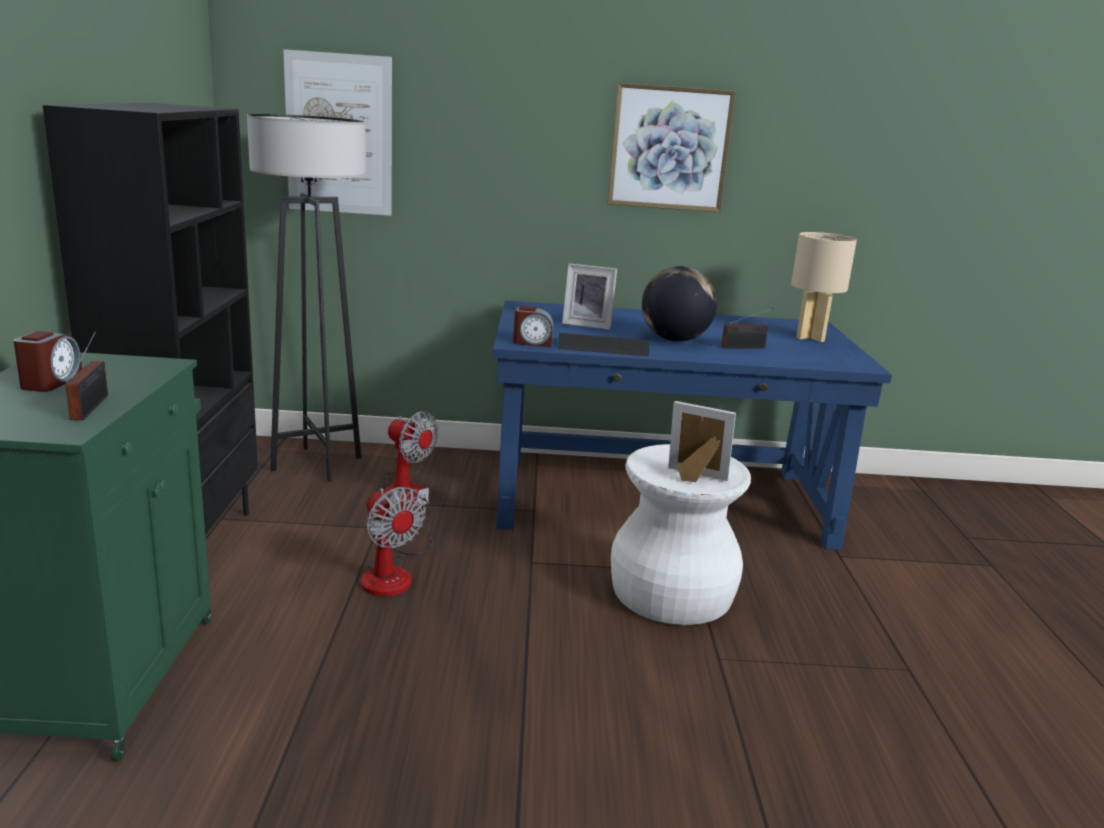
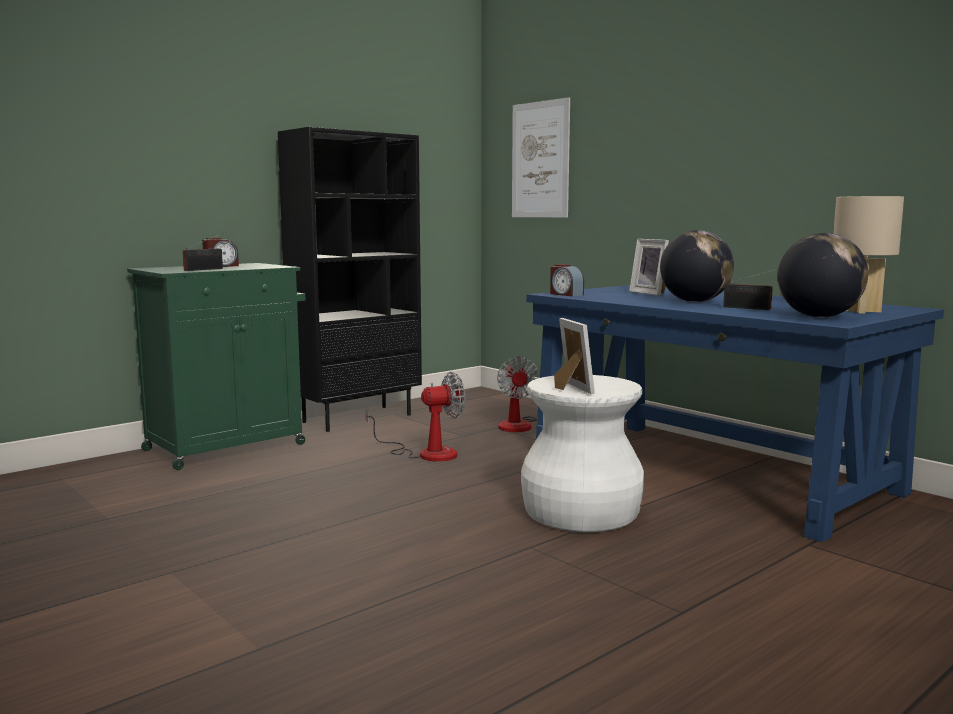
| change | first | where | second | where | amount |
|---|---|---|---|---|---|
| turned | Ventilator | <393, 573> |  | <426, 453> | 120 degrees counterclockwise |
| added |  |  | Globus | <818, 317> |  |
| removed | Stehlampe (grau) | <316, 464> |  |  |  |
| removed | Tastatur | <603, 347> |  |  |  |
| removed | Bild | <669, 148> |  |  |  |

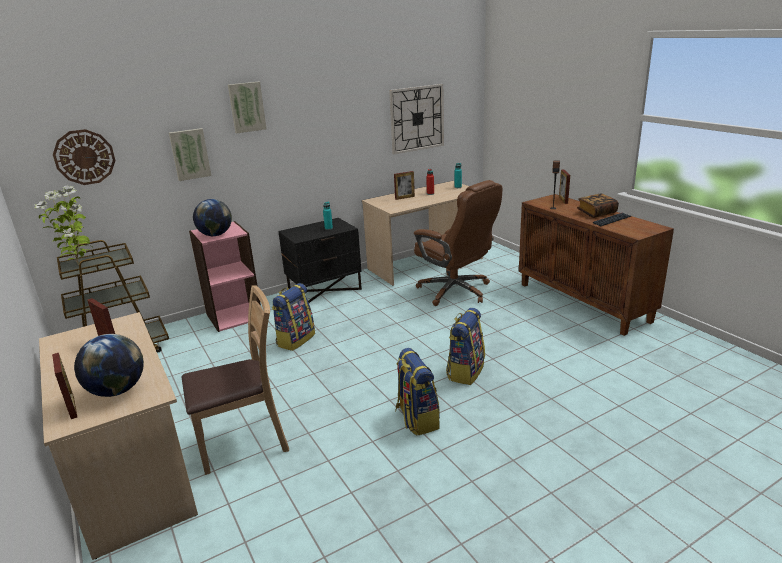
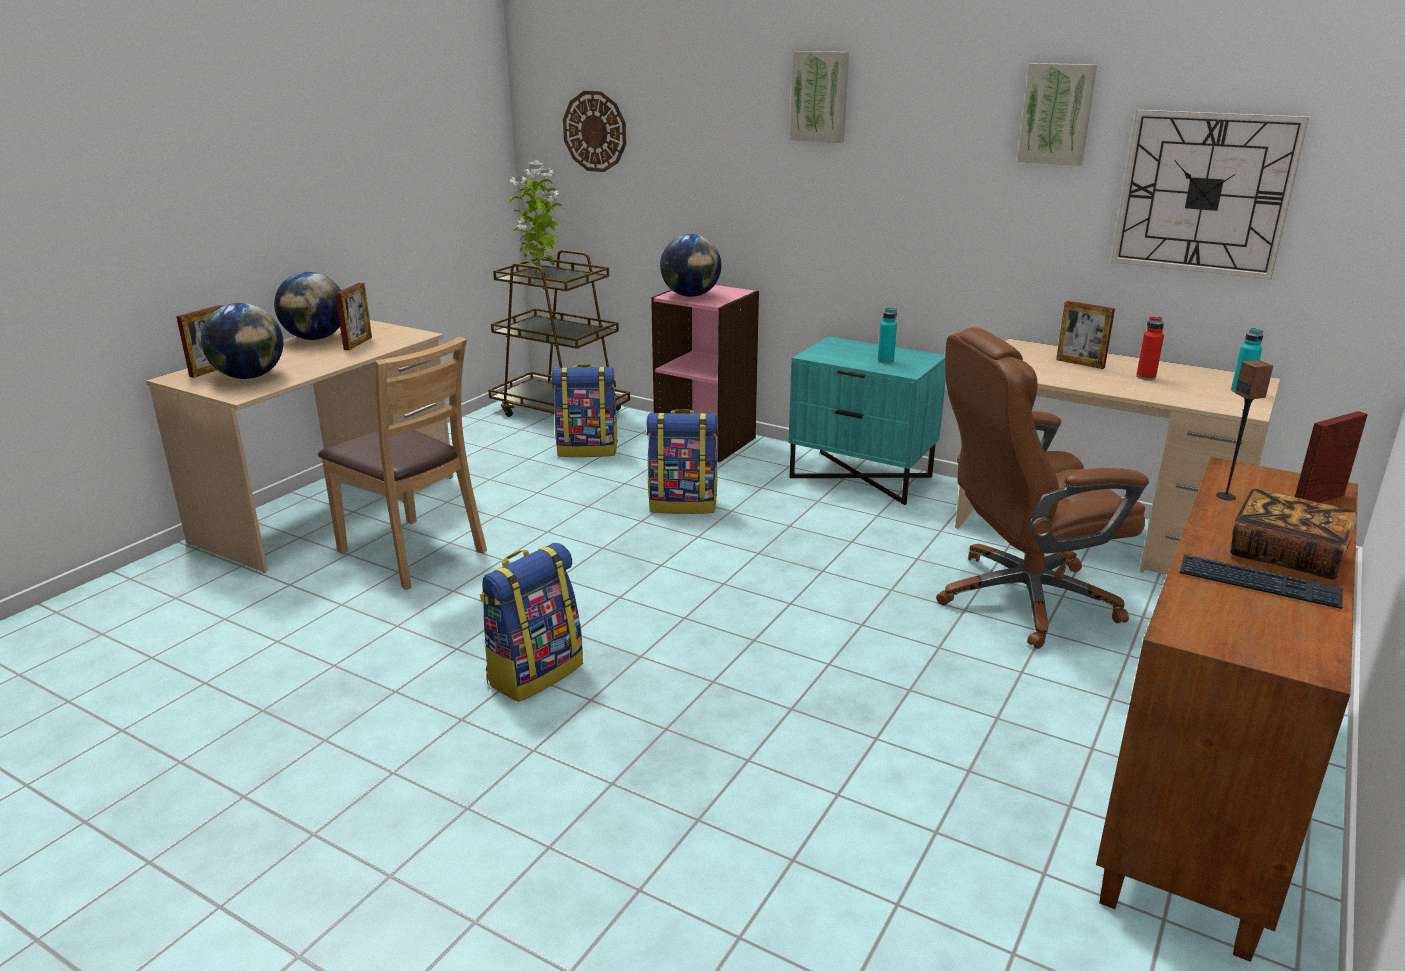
| change | first | where | second | where | amount |
|---|---|---|---|---|---|
| added |  |  | Globus | <316, 338> |  |
| moved | Rucksack | <465, 371> |  | <587, 450> |  |
| recoloured | Nachttisch (schwarz) | <325, 290> | Nachttisch (türkis) | <862, 476> |  |
| turned | Bürostuhl (braun) | <456, 291> |  | <1022, 599> | 60 degrees clockwise |
| moved | Bild | <190, 154> |  | <1057, 114> |  |

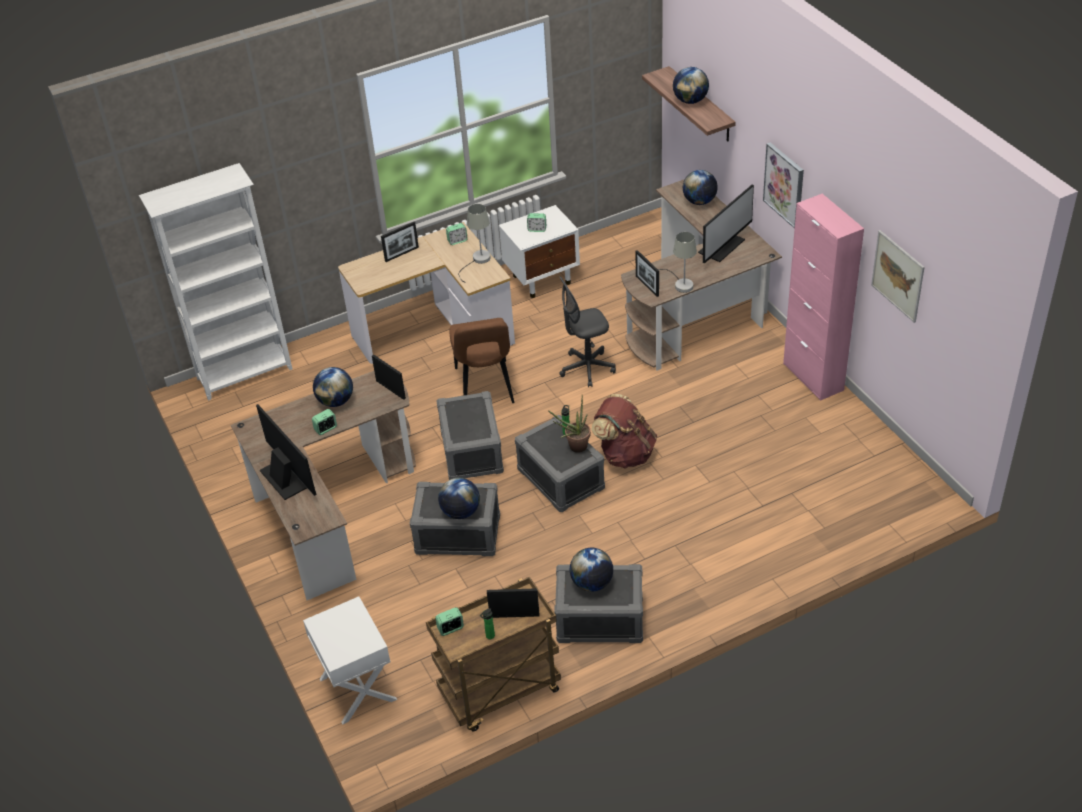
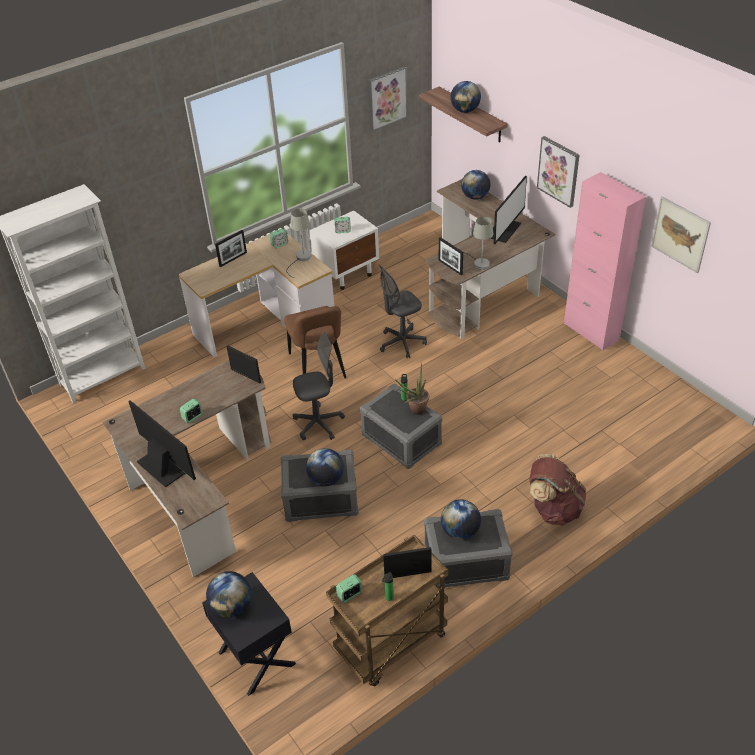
| change | first | where | second | where | amount |
|---|---|---|---|---|---|
| recoloured | Nachttisch (weiß) | <357, 689> | Nachttisch (schwarz) | <256, 658> |  |
| moved | Globus | <336, 401> |  | <232, 606> |  |
| replaced | Aufbewahrungsbox (grau) | <472, 452> | Bürostuhl (grau) | <318, 424> |  |
| added |  |  | Bild | <387, 98> |  |
| moved | Rucksack (braun) | <625, 454> |  | <553, 508> |  |

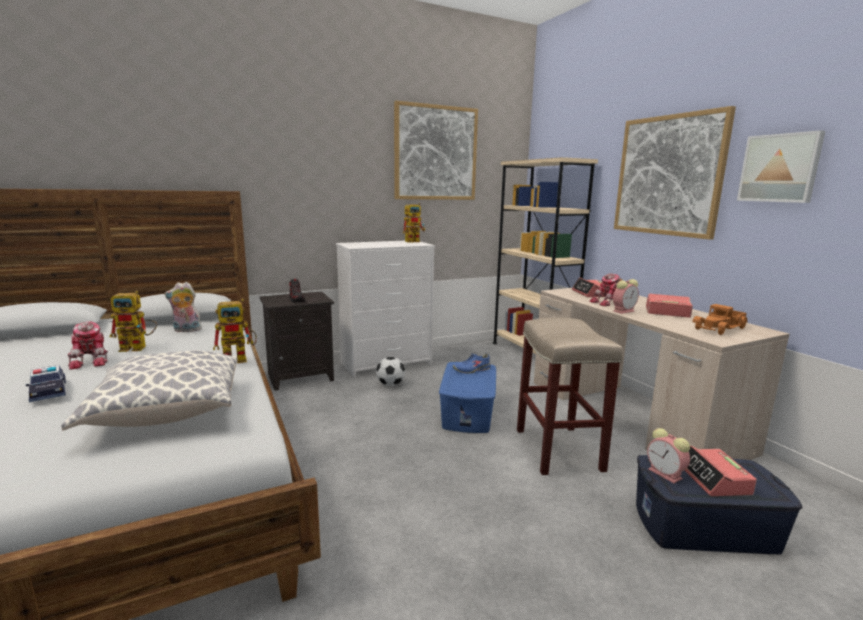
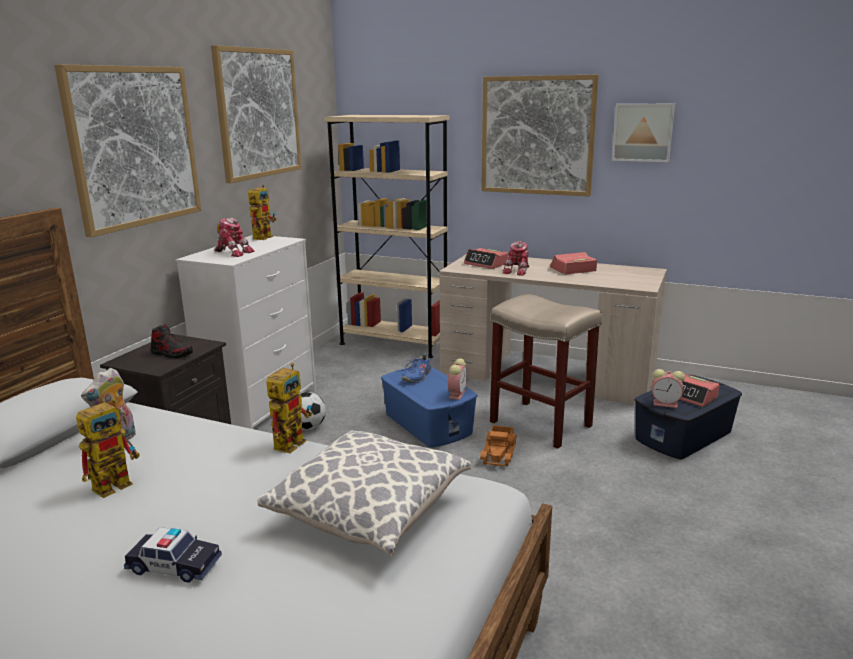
| change | first | where | second | where | amount |
|---|---|---|---|---|---|
| added |  |  | Bild | <134, 147> |  |
| moved | Spielzeugroboter | <93, 360> |  | <233, 252> |  |
| moved | Wecker | <624, 311> |  | <457, 394> |  |
| moved | Spielzeuglaster | <720, 328> |  | <500, 453> |  |

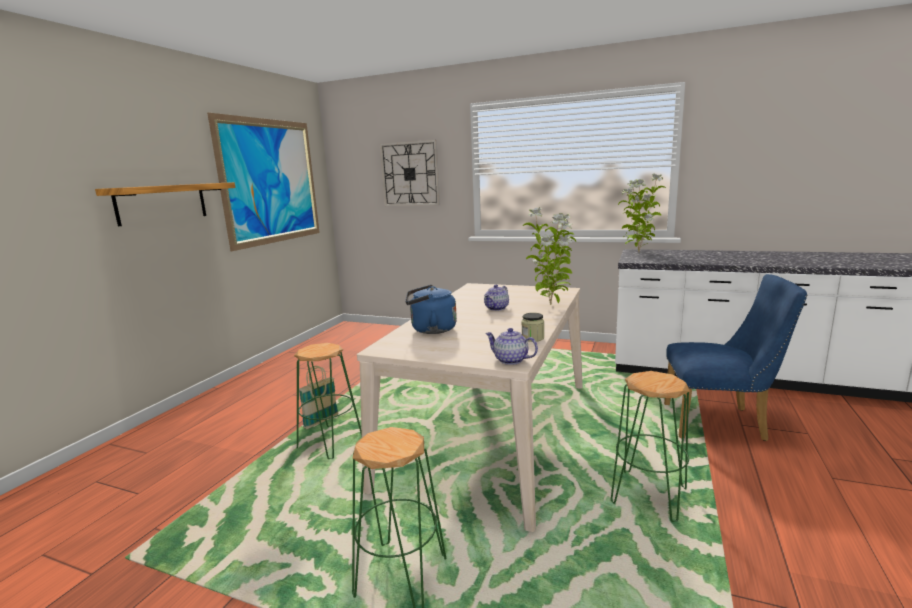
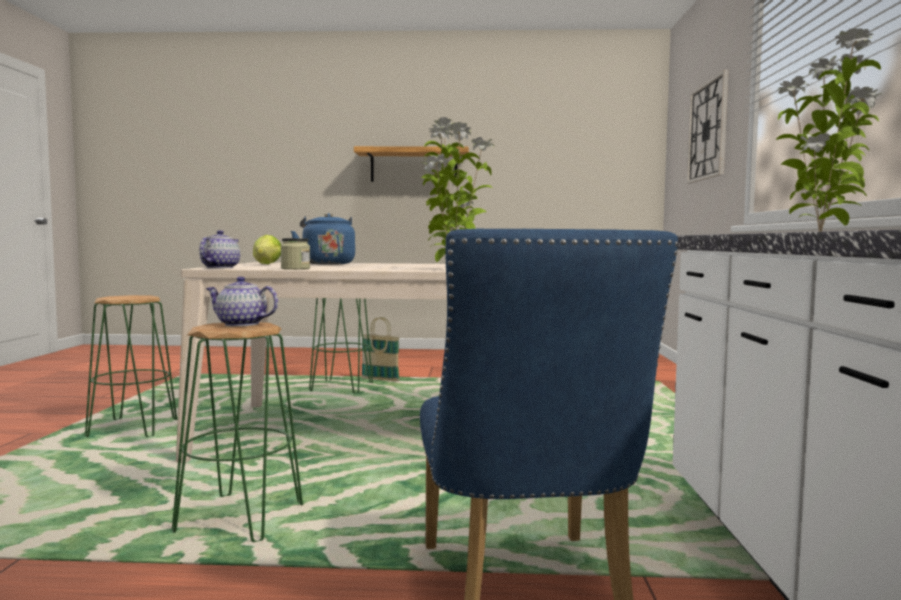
| change | first | where | second | where | amount |
|---|---|---|---|---|---|
| moved | Teekanne | <497, 308> |  | <240, 324> |  |
| added |  |  | Salatkopf | <266, 264> |  |
| removed | Bild | <271, 181> |  |  |  |

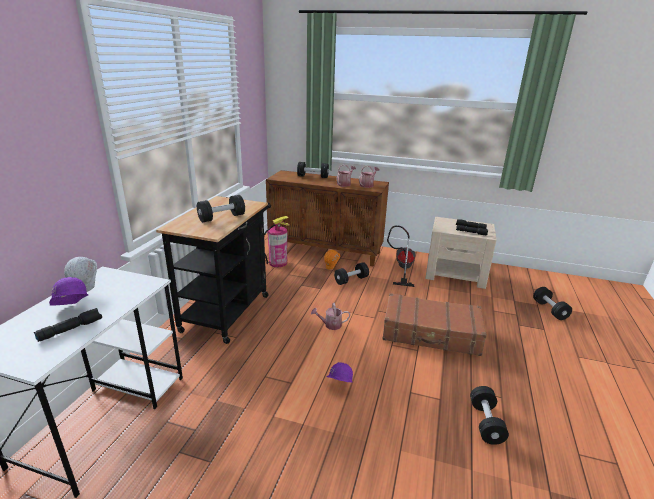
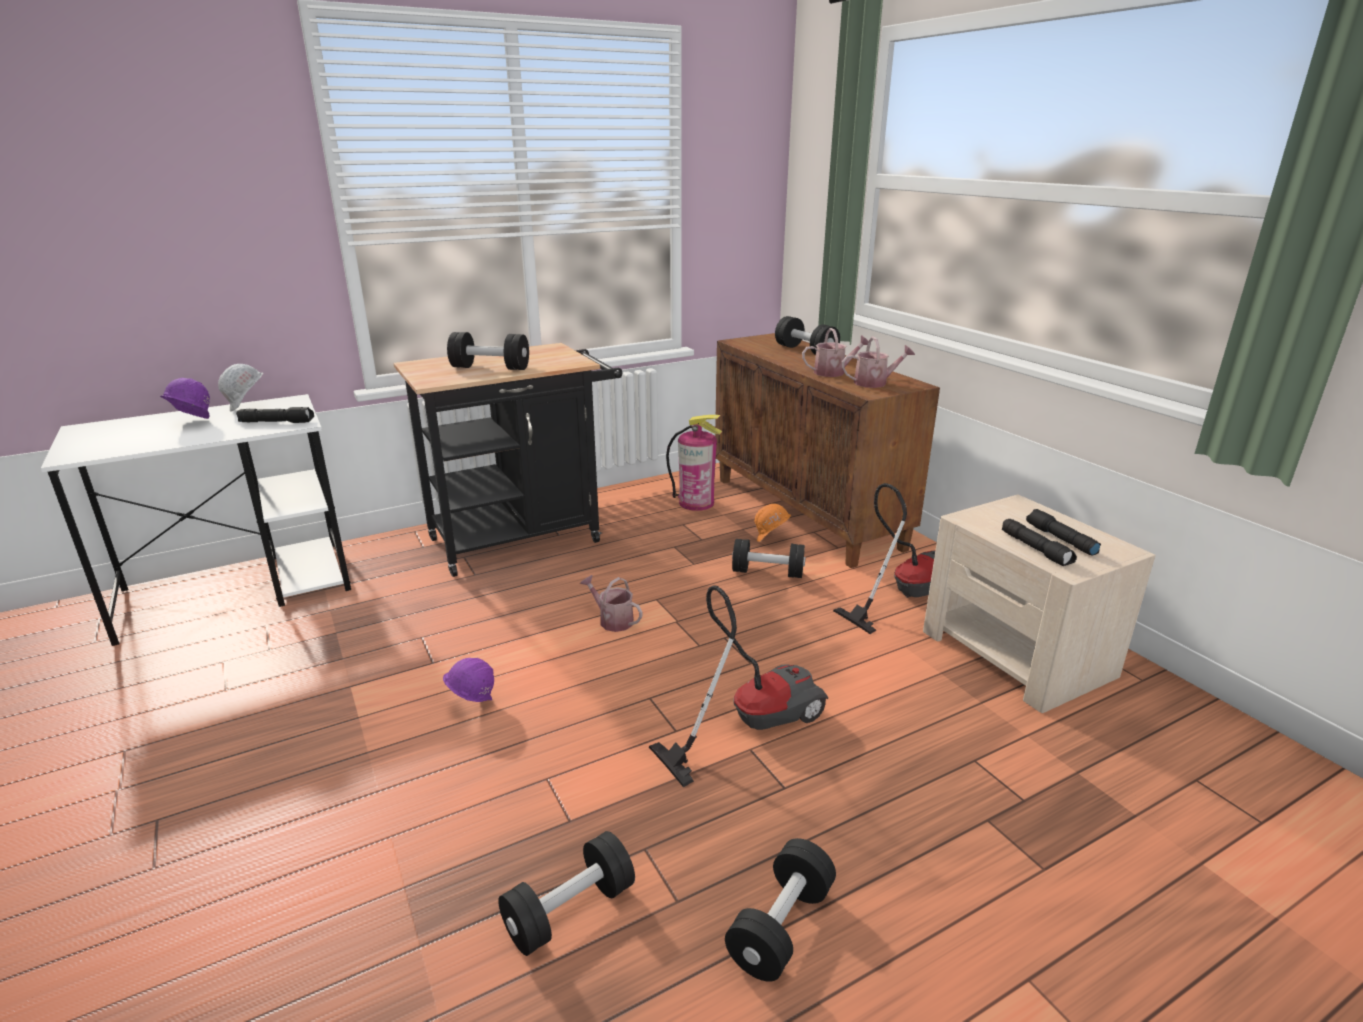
| change | first | where | second | where | amount |
|---|---|---|---|---|---|
| moved | Taschenlampe (schwarz) | <71, 329> |  | <277, 422> |  |
| replaced | Koffer (braun) | <431, 333> | Staubsauger | <750, 722> |  |
| moved | Hantel (schwarz) | <549, 310> |  | <780, 926> |  |

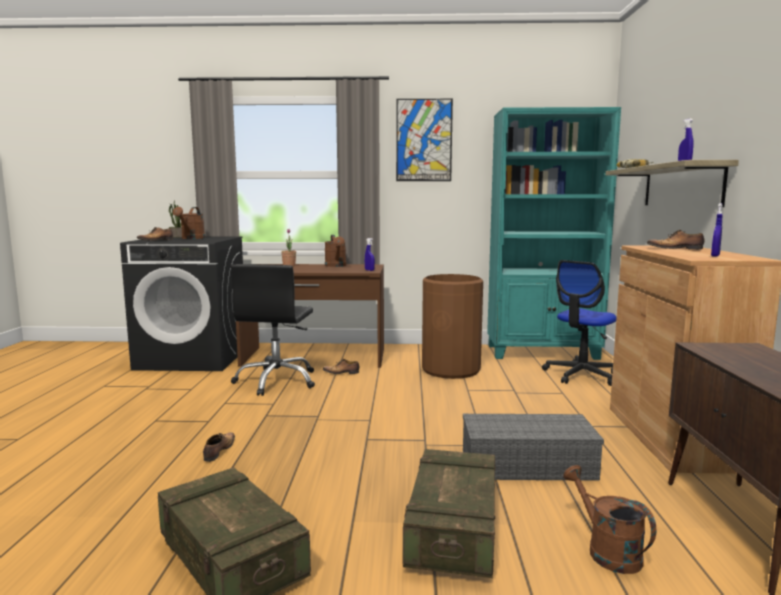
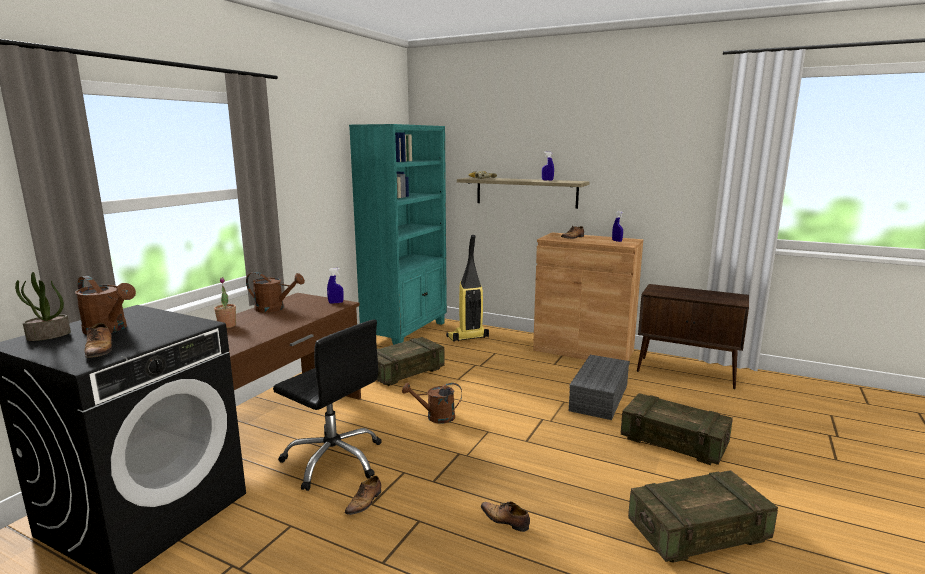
| change | first | where | second | where | amount |
|---|---|---|---|---|---|
| moved | Schuh | <341, 373> |  | <364, 502> |  |
| replaced | Mülleimer (braun) | <451, 369> | Kiste | <405, 372> |  |
| moved | Gießkanne (braun) | <606, 550> |  | <435, 417> |  |
| replaced | Bürostuhl | <581, 375> | Staubsauger | <467, 337> |  |
| removed | Bild | <424, 140> |  |  |  |

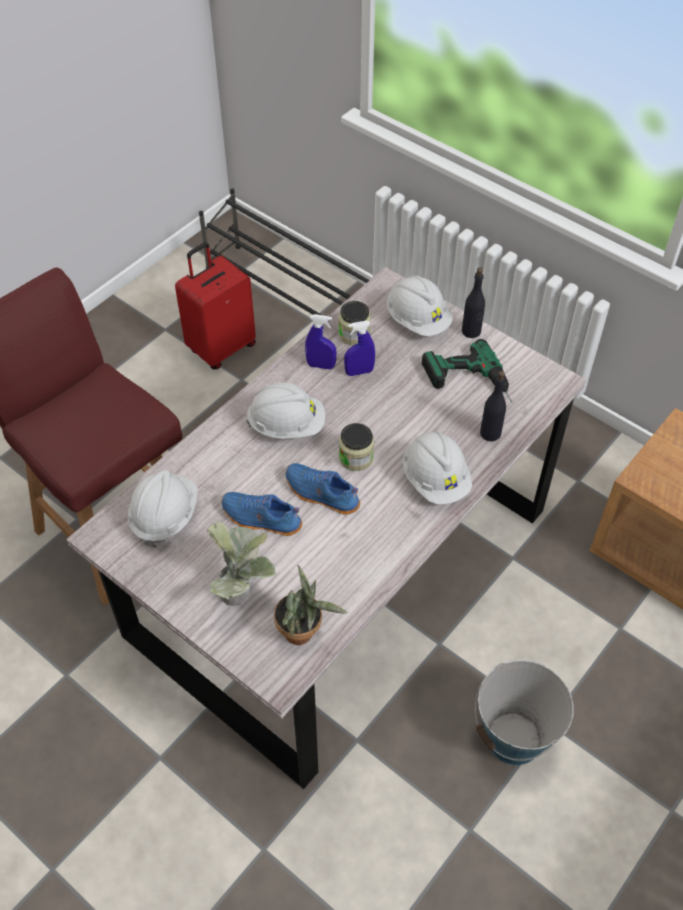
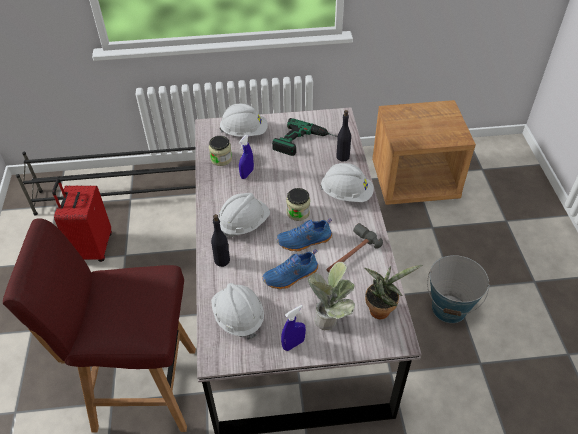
| change | first | where | second | where | amount |
|---|---|---|---|---|---|
| moved | Flasche (schwarz) | <471, 331> |  | <222, 260> |  |
| moved | Sprühflasche (blau) | <321, 365> |  | <293, 344> |  |
| added |  |  | Hammer | <349, 254> |  |

